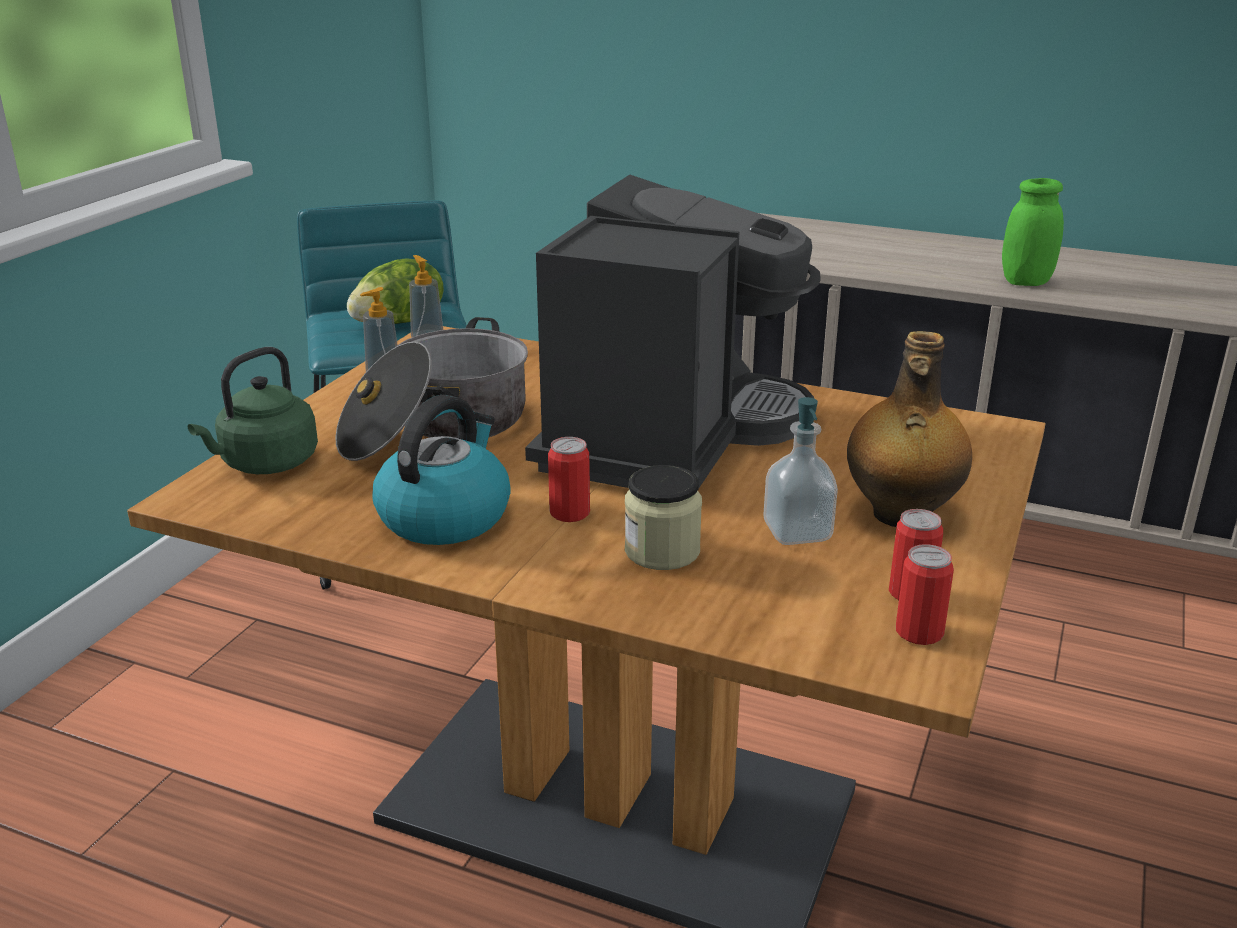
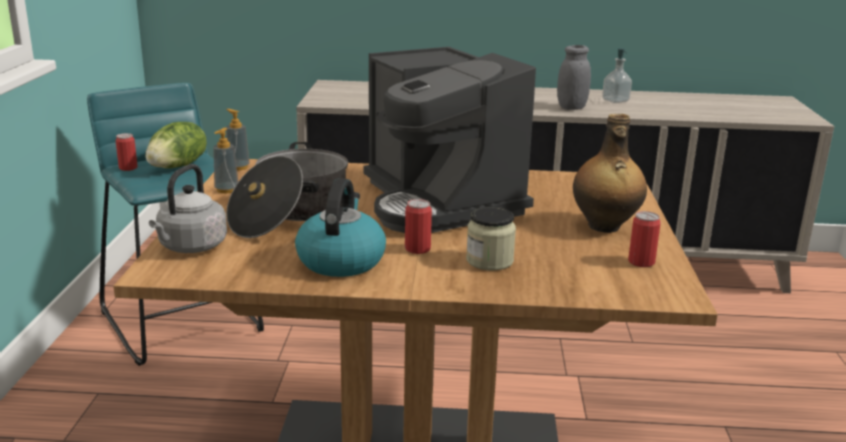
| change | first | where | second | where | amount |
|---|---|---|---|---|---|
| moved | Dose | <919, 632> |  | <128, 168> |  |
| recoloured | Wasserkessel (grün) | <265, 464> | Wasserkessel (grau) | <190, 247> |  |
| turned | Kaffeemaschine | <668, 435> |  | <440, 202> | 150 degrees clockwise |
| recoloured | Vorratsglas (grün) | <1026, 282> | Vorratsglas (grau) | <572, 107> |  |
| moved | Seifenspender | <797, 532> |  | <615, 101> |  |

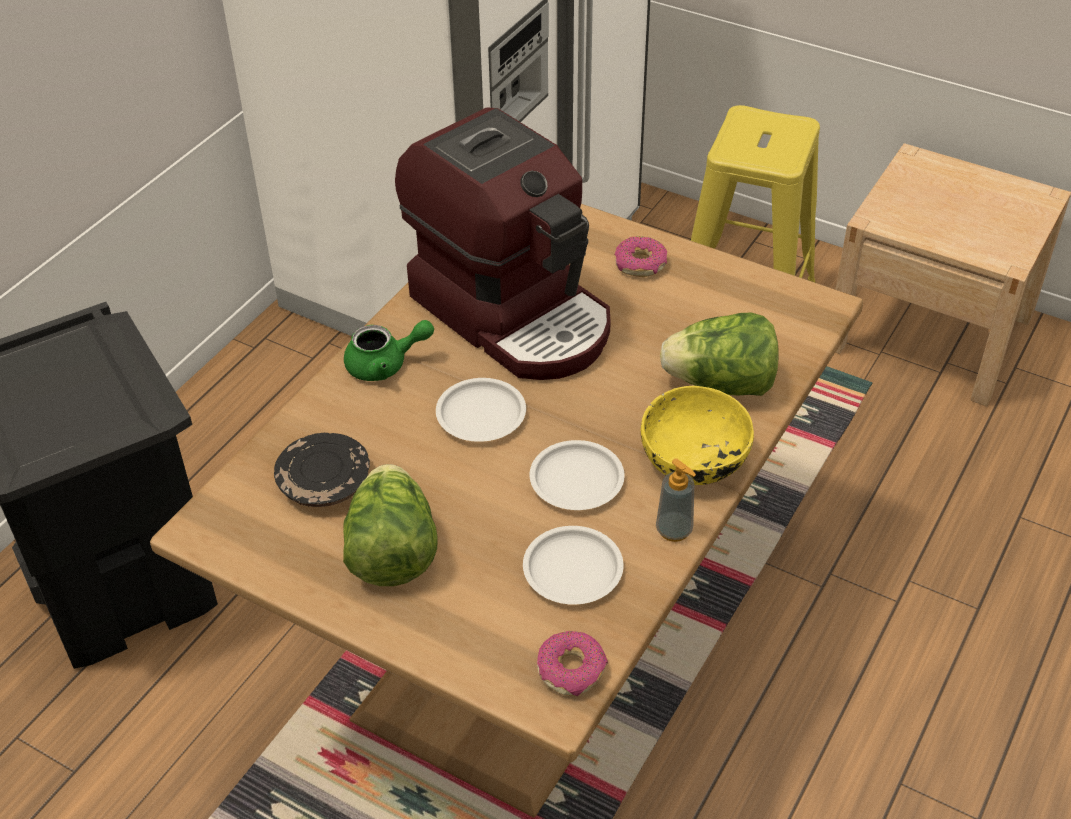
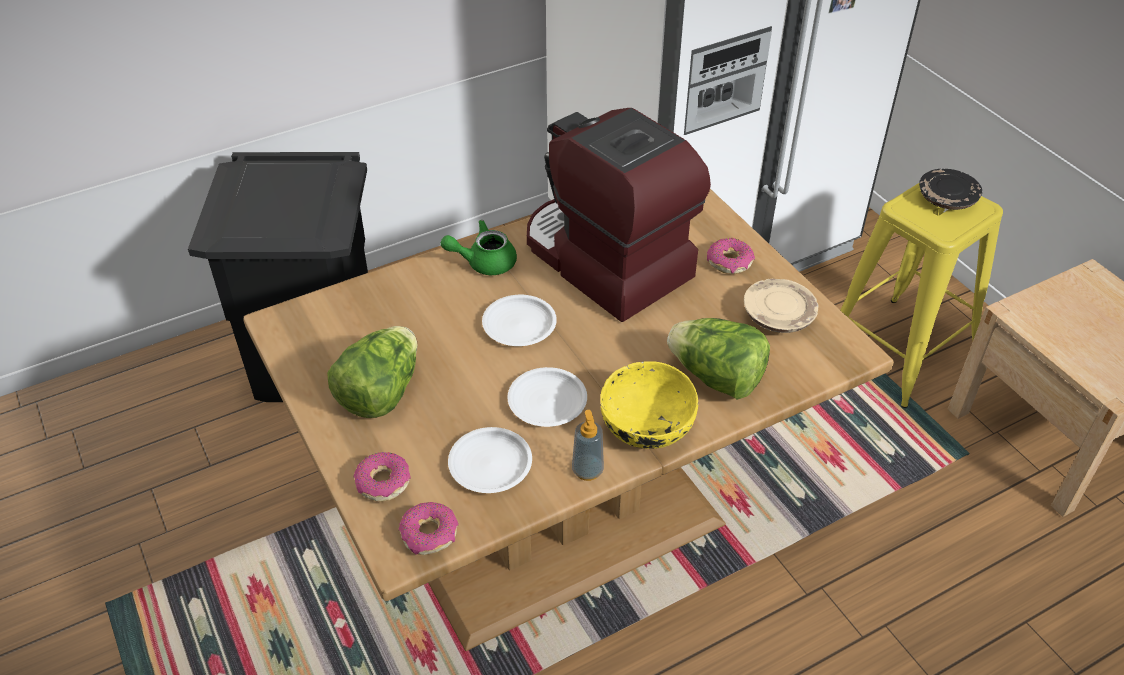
| change | first | where | second | where | amount |
|---|---|---|---|---|---|
| added |  |  | Donut | <383, 482> |  |
| turned | Teekanne (grün) | <385, 365> |  | <484, 262> | 150 degrees clockwise |
| turned | Kaffeemaschine | <514, 313> |  | <604, 262> | 150 degrees clockwise |
| added |  |  | Teller (beige) | <778, 315> |  |
| moved | Teller (schwarz) | <325, 482> |  | <947, 198> |  |

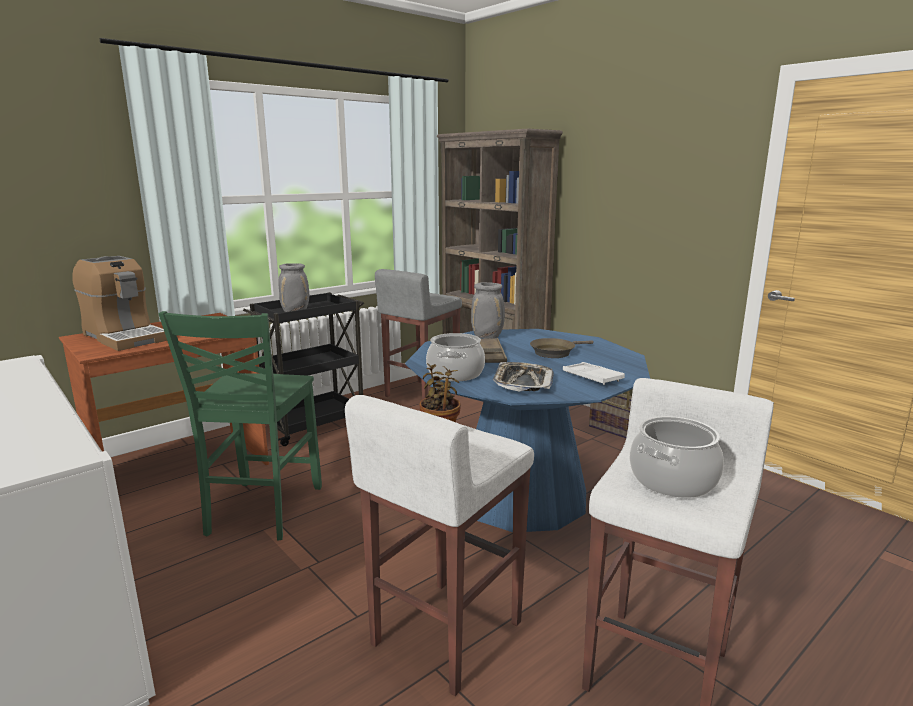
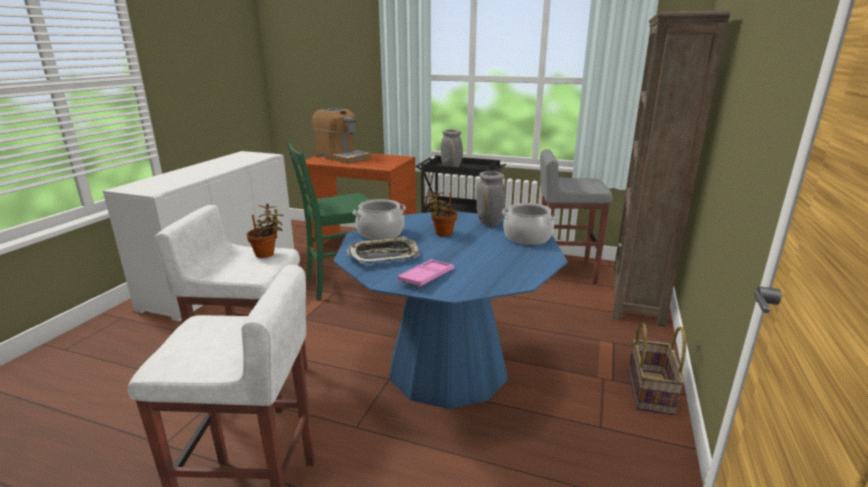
| change | first | where | second | where | amount |
|---|---|---|---|---|---|
| turned | Kaffeemaschine | <125, 337> |  | <342, 157> | 60 degrees counterclockwise |
| recoloured | Tablett (weiß) | <592, 377> | Tablett (rosa) | <426, 277> |  |
| replaced | Tablett (braun) | <490, 355> | Topfpflanze | <441, 233> |  |
| moved | Kochtopf | <672, 479> |  | <527, 237> |  |
| removed | Pfanne (braun) | <555, 352> |  |  |  |

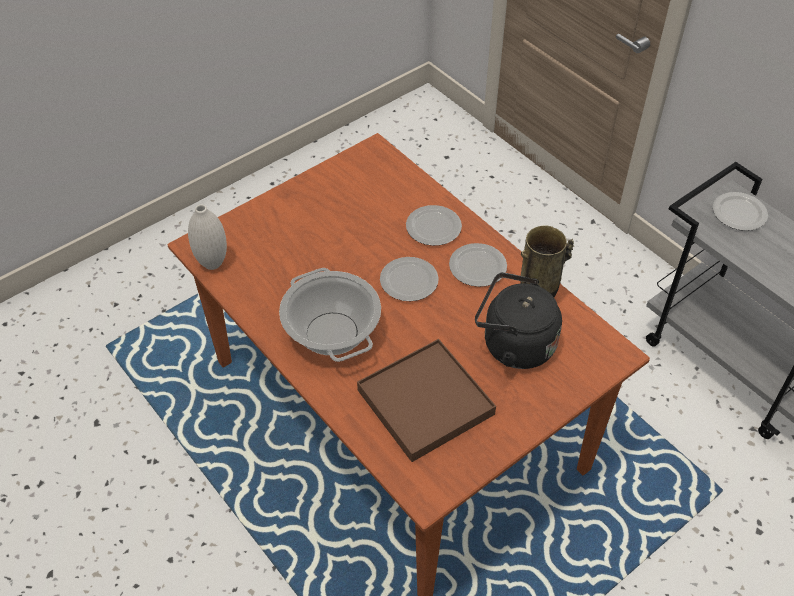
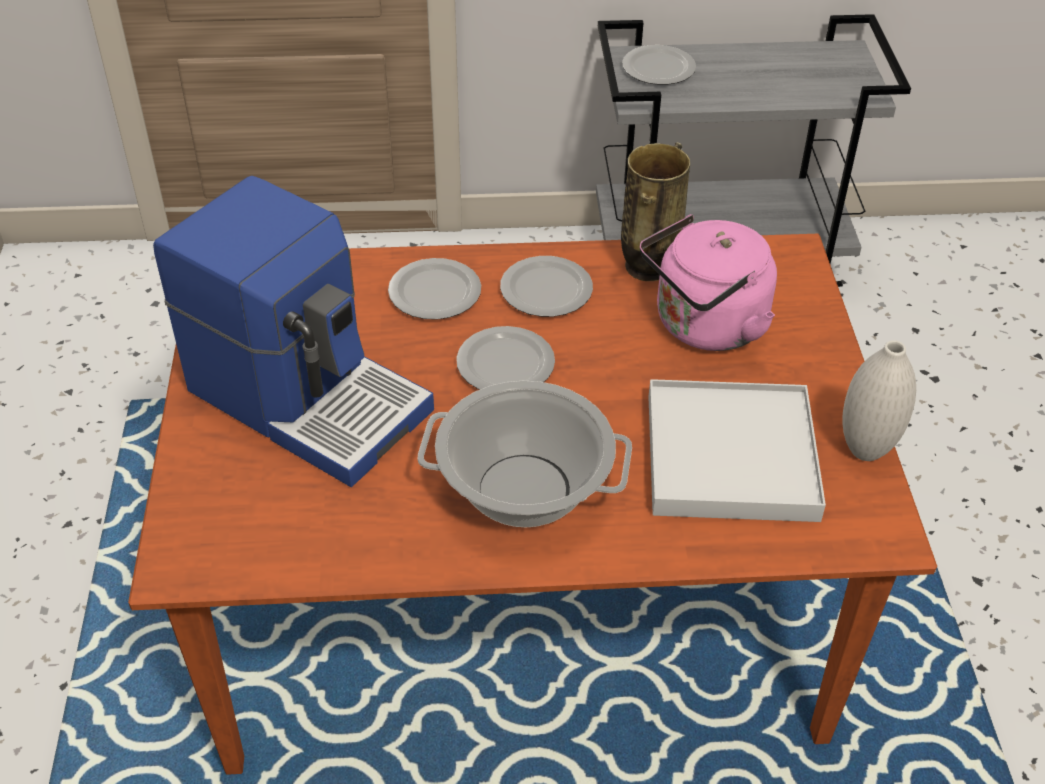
| change | first | where | second | where | amount |
|---|---|---|---|---|---|
| added |  |  | Kaffeemaschine | <309, 397> |  |
| recoloured | Wasserkessel (schwarz) | <513, 344> | Wasserkessel (rosa) | <705, 327> |  |
| recoloured | Tablett (braun) | <425, 402> | Tablett (weiß) | <730, 457> |  |
| moved | Vase (weiß) | <212, 263> |  | <865, 450> |  |

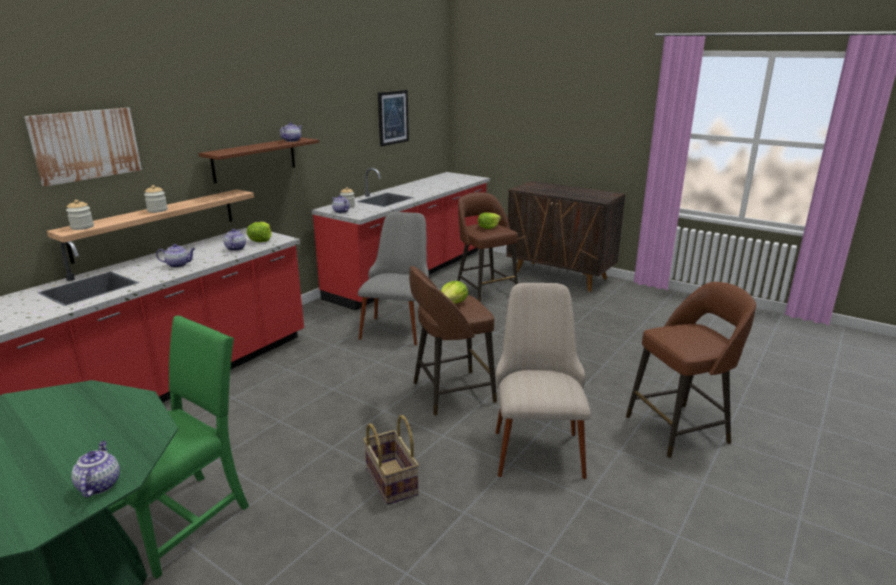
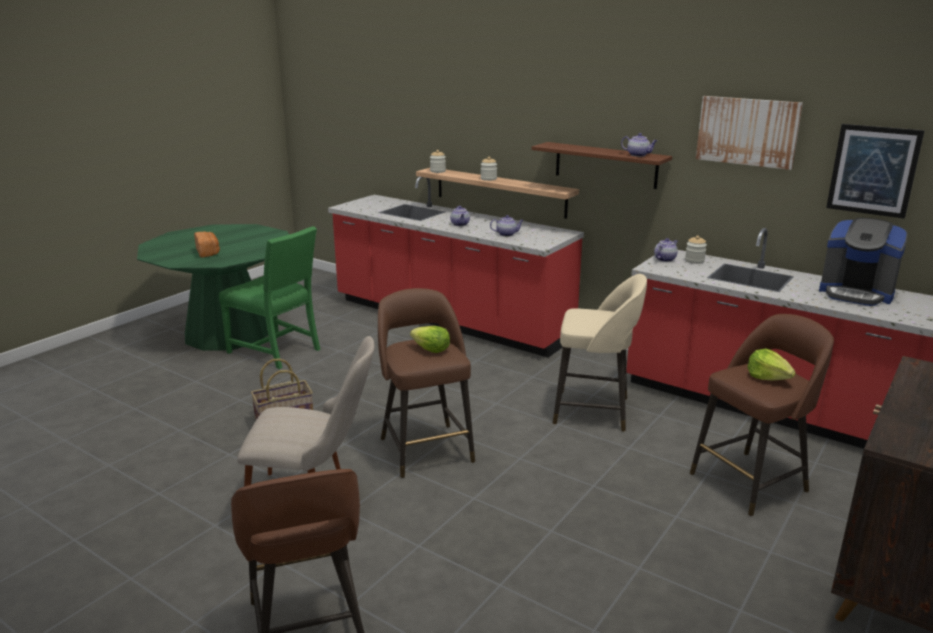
| change | first | where | second | where | amount |
|---|---|---|---|---|---|
| added |  |  | Brot | <208, 252> |  |
| replaced | Stuhl (grau) | <398, 325> | Hocker (beige) | <594, 411> |  |
| moved | Bild | <86, 145> |  | <747, 131> |  |
| added |  |  | Kaffeemaschine | <856, 293> |  |
| removed | Teekanne | <99, 485> |  |  |  |
| removed | Salatkopf | <261, 240> |  |  |  |

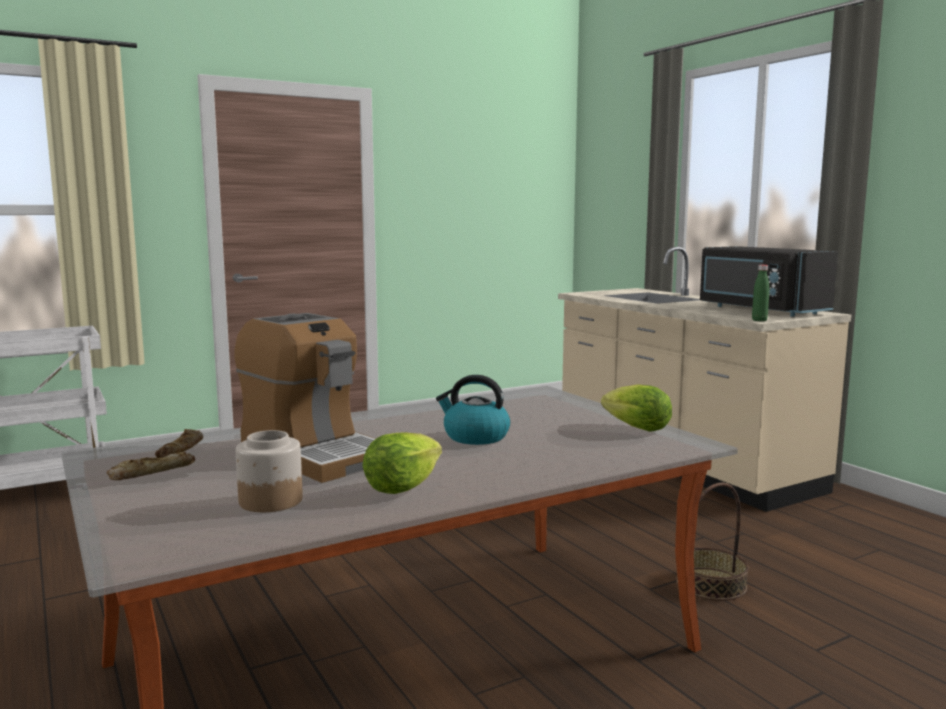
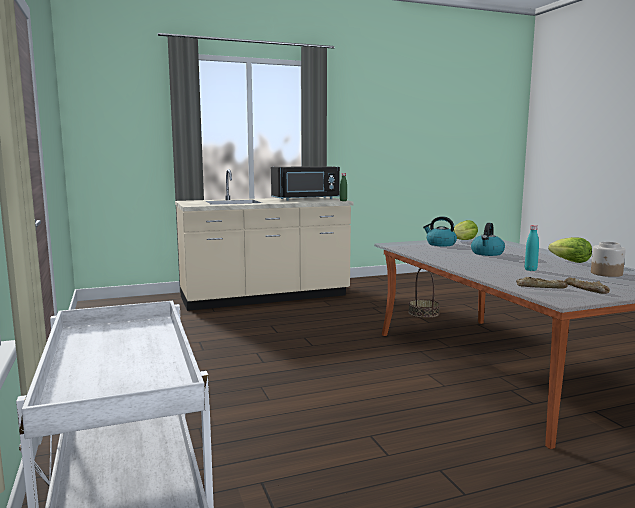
| change | first | where | second | where | amount |
|---|---|---|---|---|---|
| added |  |  | Wasserkessel | <440, 244> |  |
| replaced | Kaffeemaschine | <314, 453> | Flasche (türkis) | <530, 270> |  |

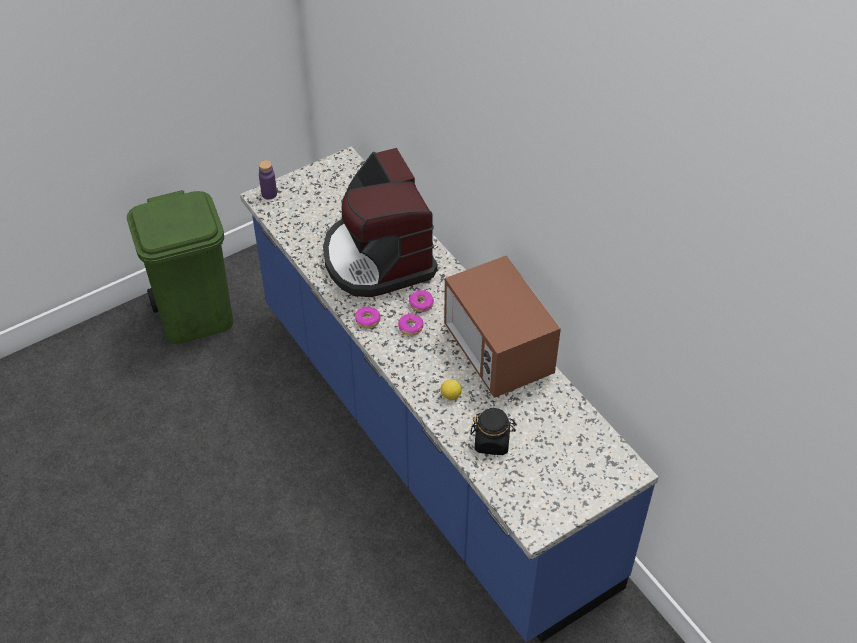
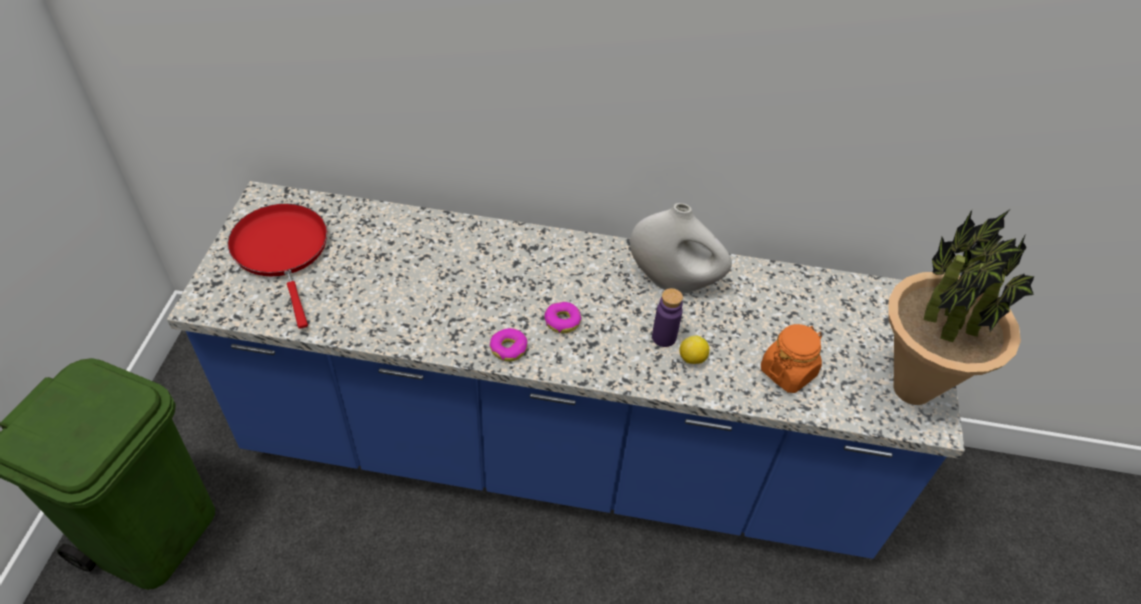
| change | first | where | second | where | amount |
|---|---|---|---|---|---|
| added |  |  | Pfanne (rot) | <282, 251> |  |
| replaced | Mikrowelle | <497, 352> | Vase (weiß) | <674, 281> |  |
| moved | Flasche (lila) | <269, 194> |  | <664, 337> |  |
| recoloured | Vorratsglas (schwarz) | <492, 442> | Vorratsglas (orange) | <788, 371> |  |
| added |  |  | Topfpflanze | <911, 388> |  |
| removed | Kaffeemaschine | <377, 258> |  |  |  |
| removed | Donut | <421, 304> |  |  |  |

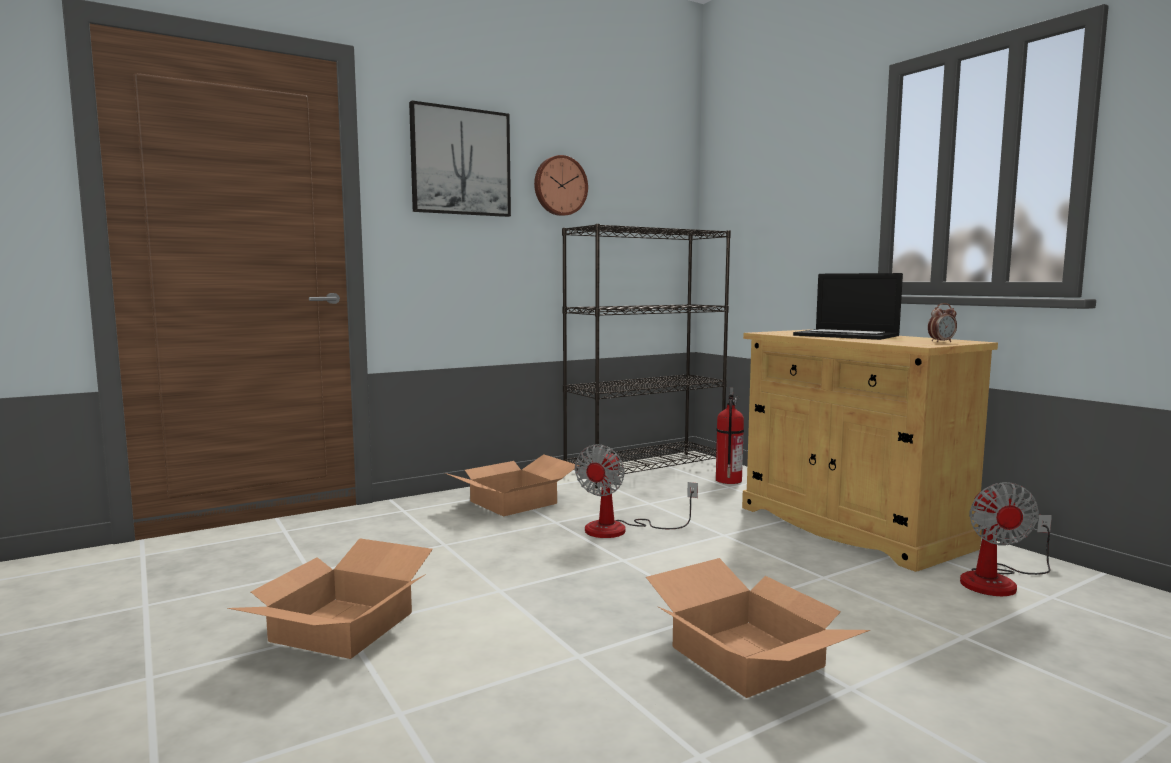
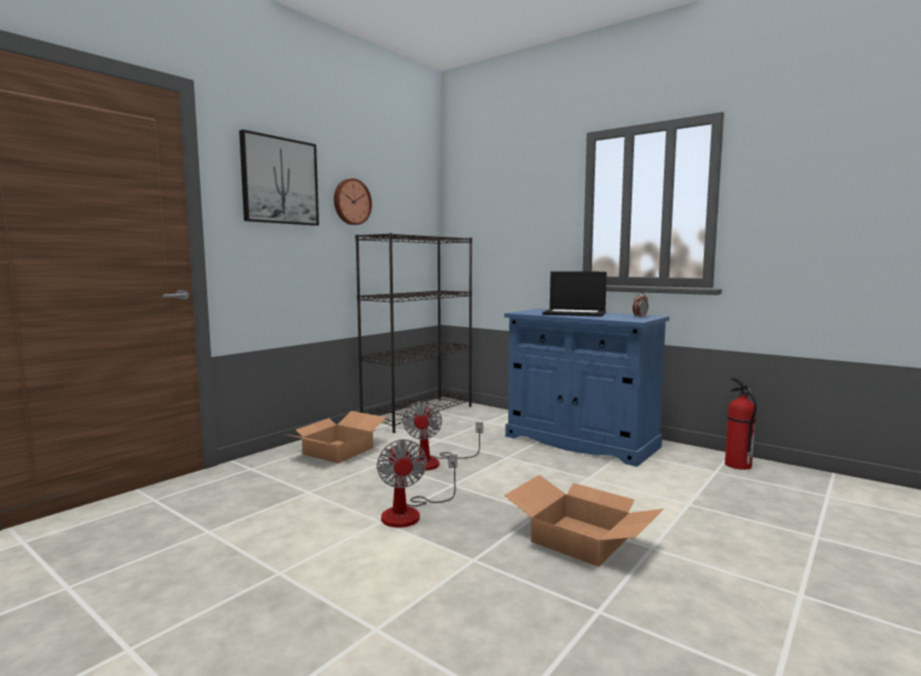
| change | first | where | second | where | amount |
|---|---|---|---|---|---|
| moved | Ventilator | <998, 581> |  | <411, 512> |  |
| recoloured | Schrank (beige) | <850, 527> | Schrank (blau) | <580, 441> |  |
| moved | Feuerlöscher | <728, 480> |  | <737, 464> |  |
| removed | Karton | <342, 625> |  |  |  |

